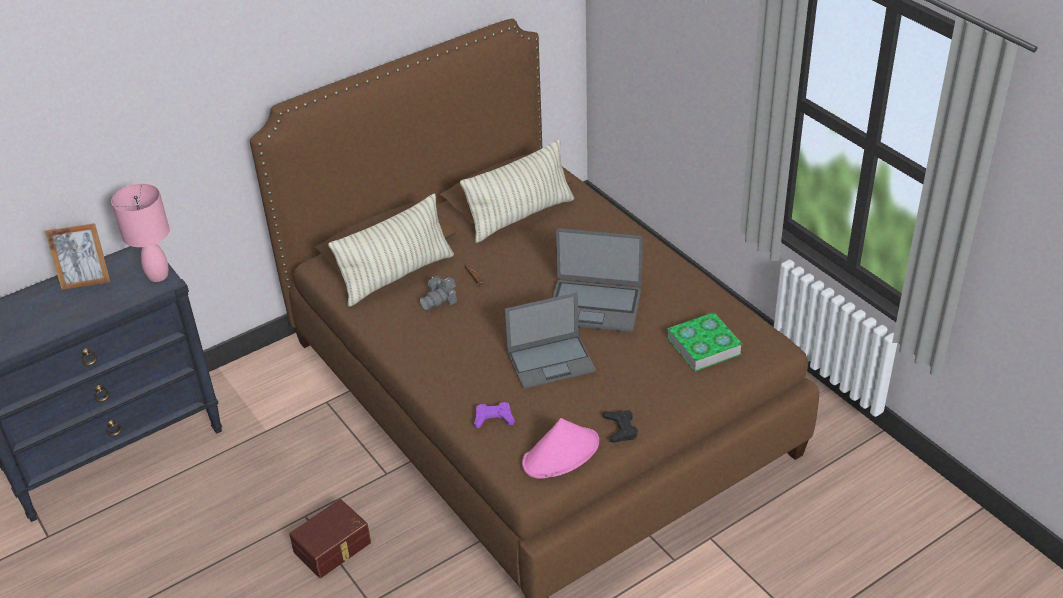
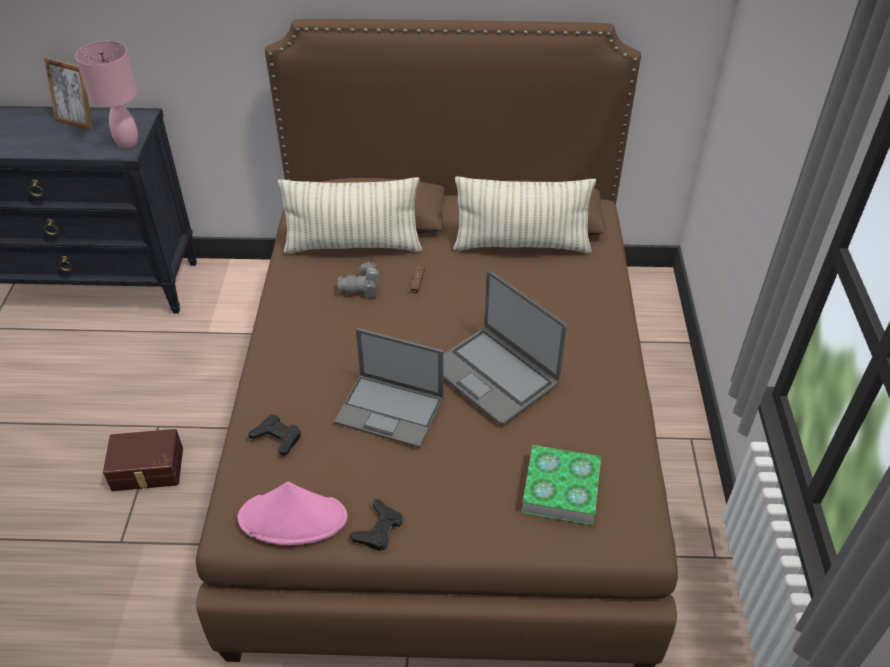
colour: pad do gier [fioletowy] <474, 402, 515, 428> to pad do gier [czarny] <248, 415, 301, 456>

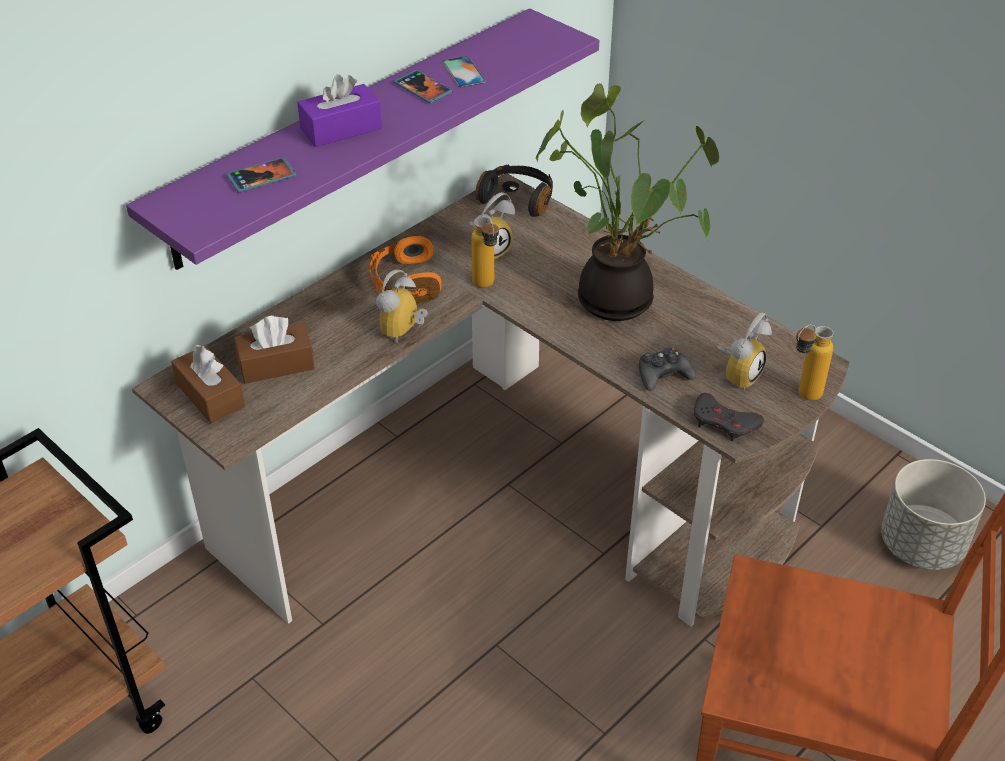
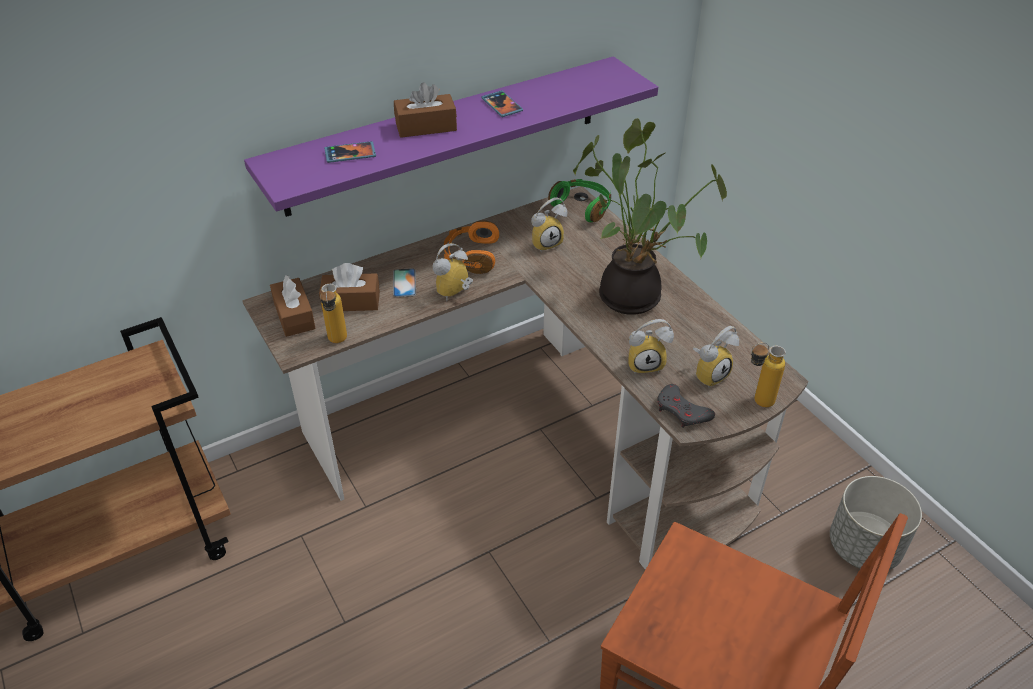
relocated: telefon <442, 56, 486, 87> to <393, 268, 416, 297>; butelka <471, 217, 499, 288> to <320, 284, 347, 343>
exchanged: pad do gier [czarny] <639, 348, 696, 391> to budzik <628, 319, 674, 374>
colour: pudełko chusteczek [fioletowy] <297, 74, 382, 147> to pudełko chusteczek [brązowy] <394, 82, 457, 138>; słuchawki [czarny] <476, 164, 553, 217> to słuchawki [zielony] <548, 179, 611, 222>

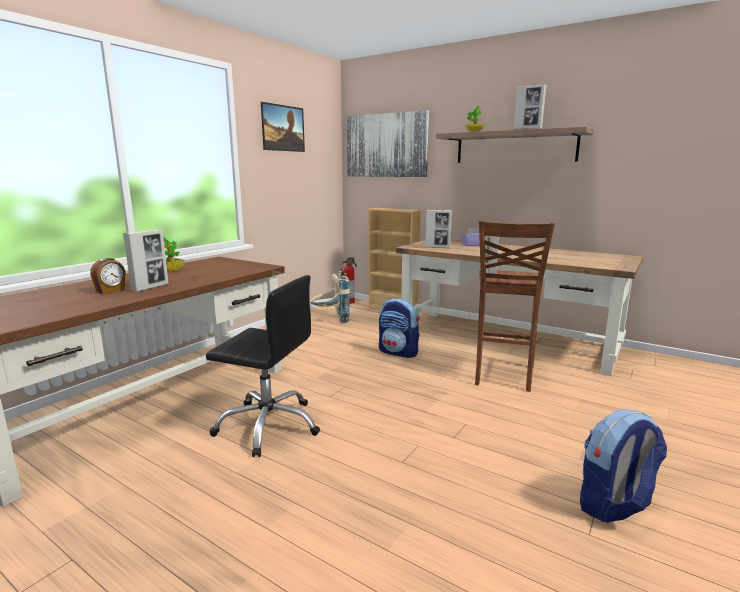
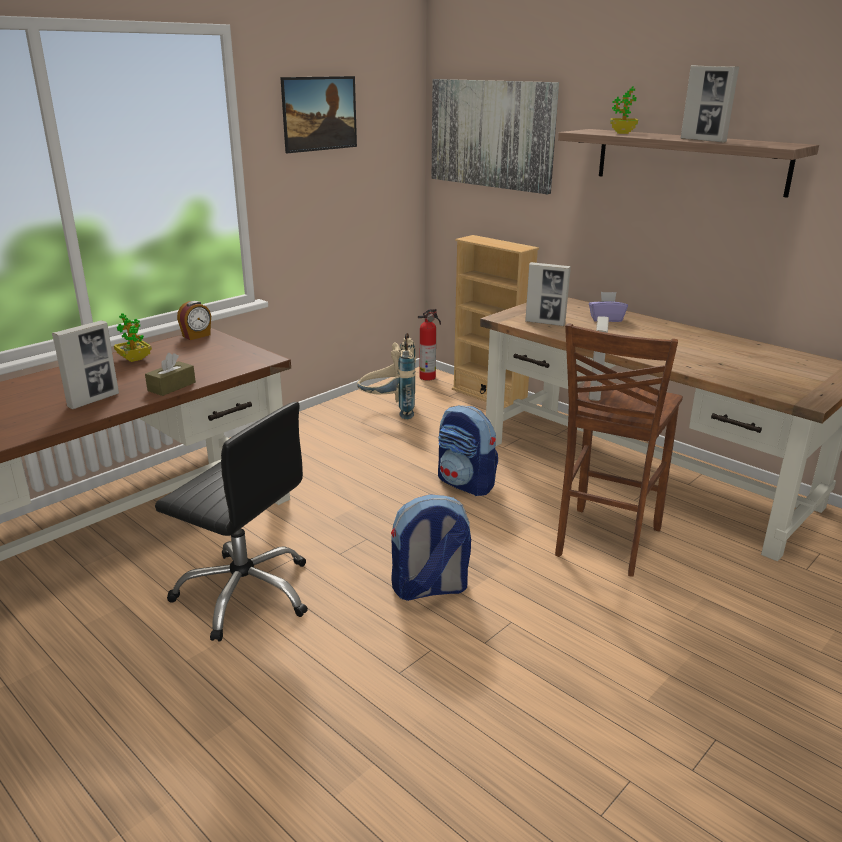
appeared: pudełko chusteczek [brązowy] <145, 353, 196, 396>
relocated: budzik <90, 258, 126, 294> to <177, 301, 211, 340>; plecak <580, 410, 667, 523> to <391, 494, 471, 601>

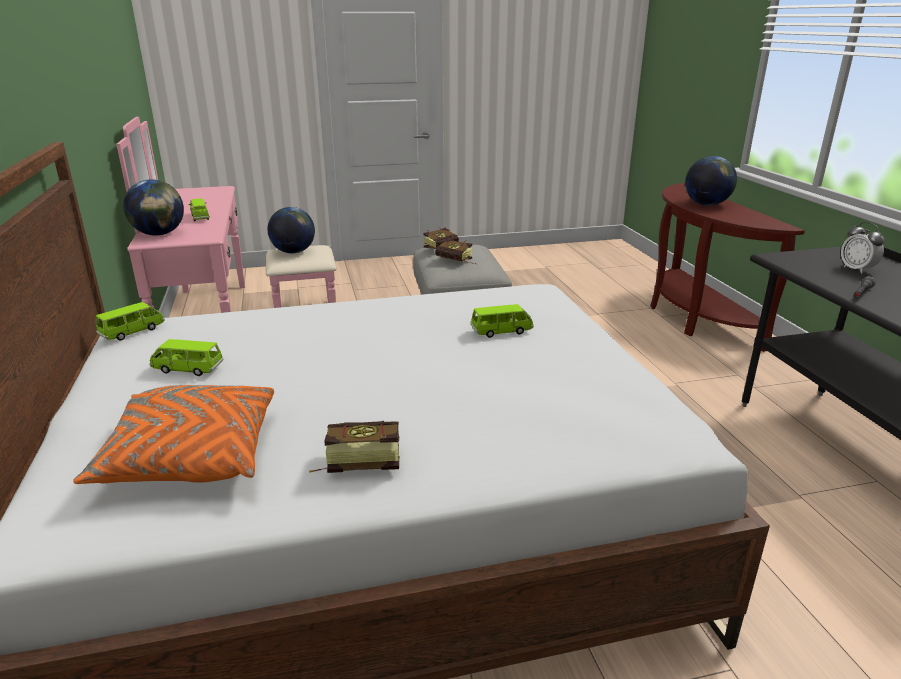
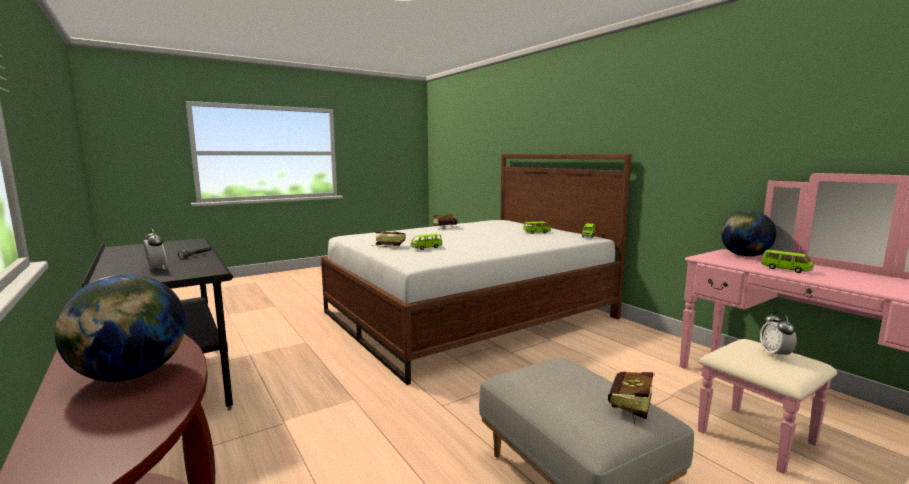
missing: poduszka [pomarańczowy] <73, 385, 274, 484>
relocated: książka <435, 238, 477, 264> to <371, 230, 405, 247>
exchanged: globus <268, 207, 315, 253> to budzik <760, 311, 797, 359>

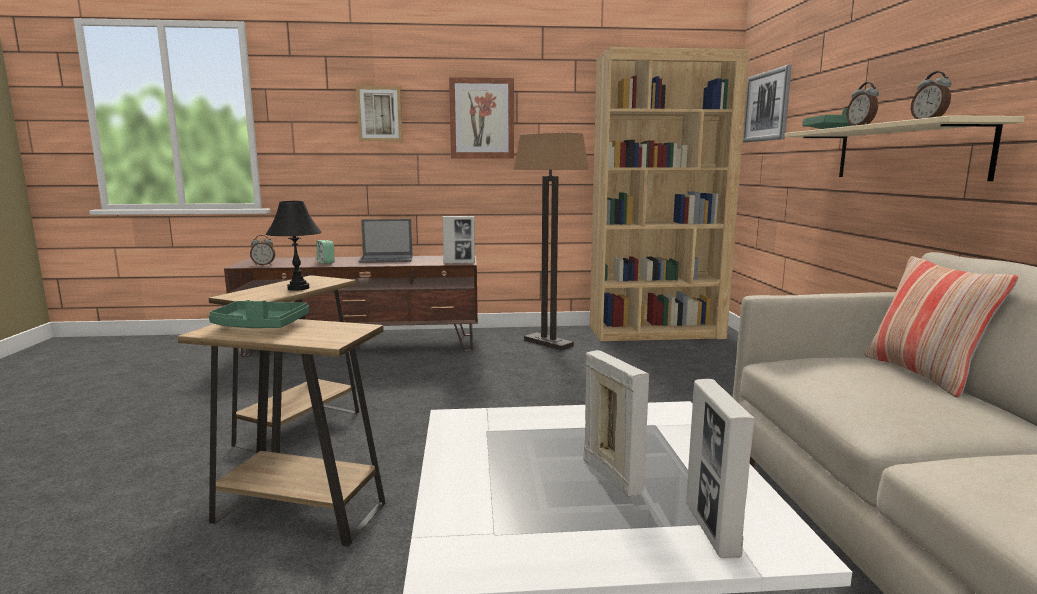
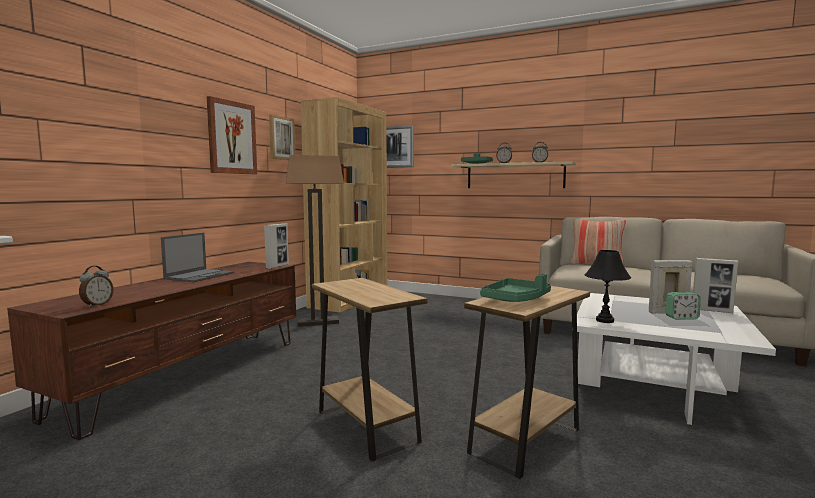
relocated: lampa stołowa [czarny] <266, 201, 322, 291> to <585, 250, 631, 323>; budzik <317, 240, 334, 264> to <666, 292, 701, 320>; obraz <356, 86, 403, 141> to <269, 115, 295, 160>

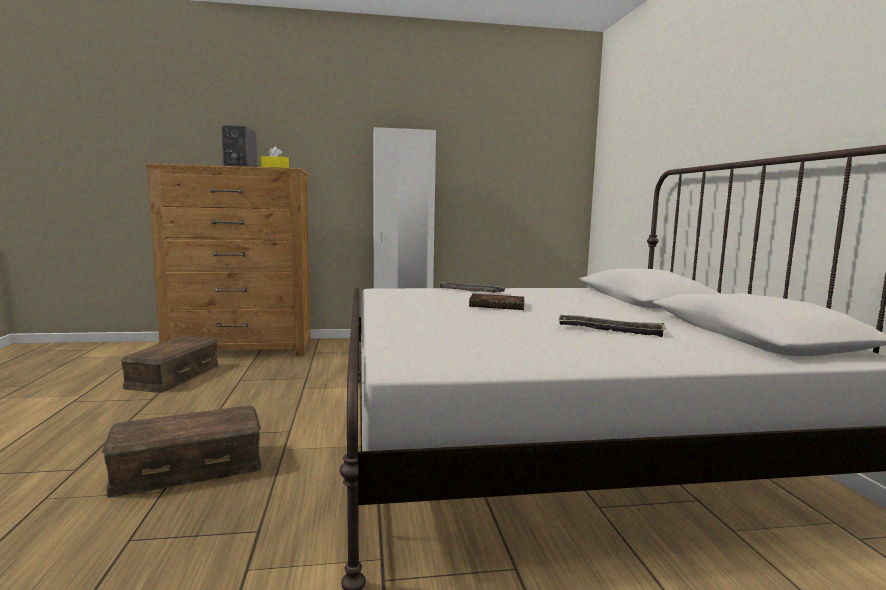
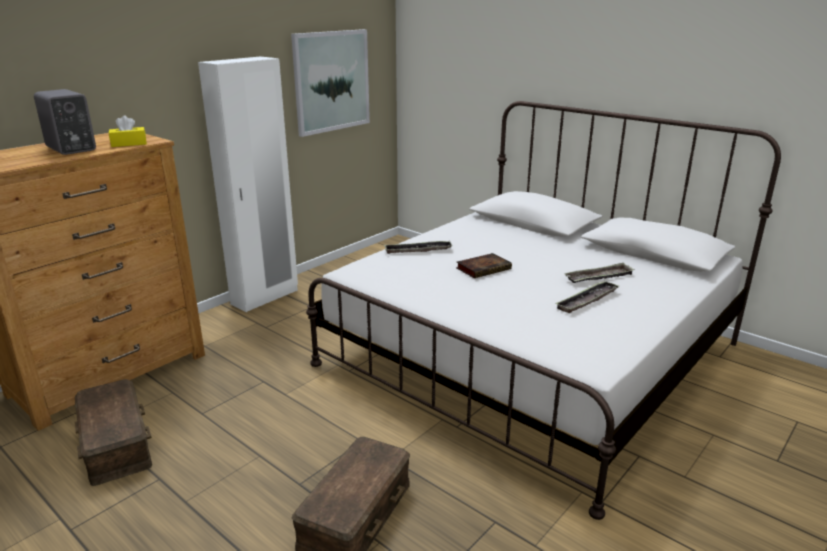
appeared: obraz <291, 29, 370, 137>; taca <555, 280, 619, 313>

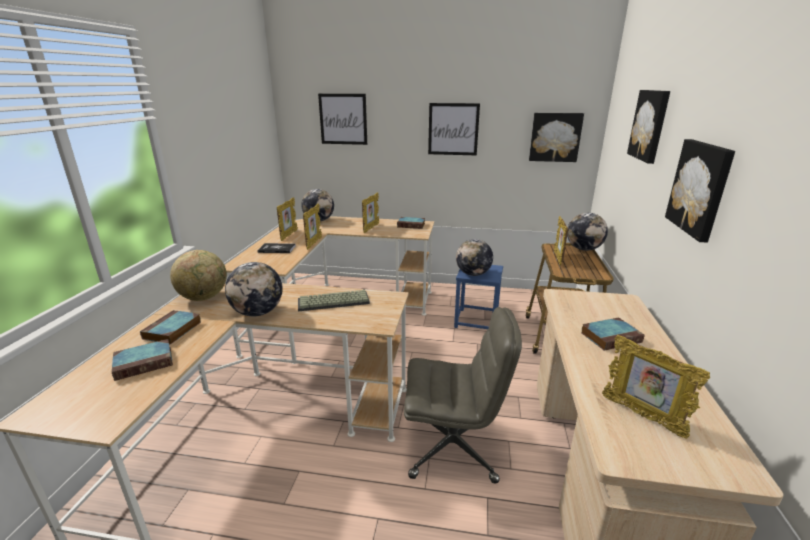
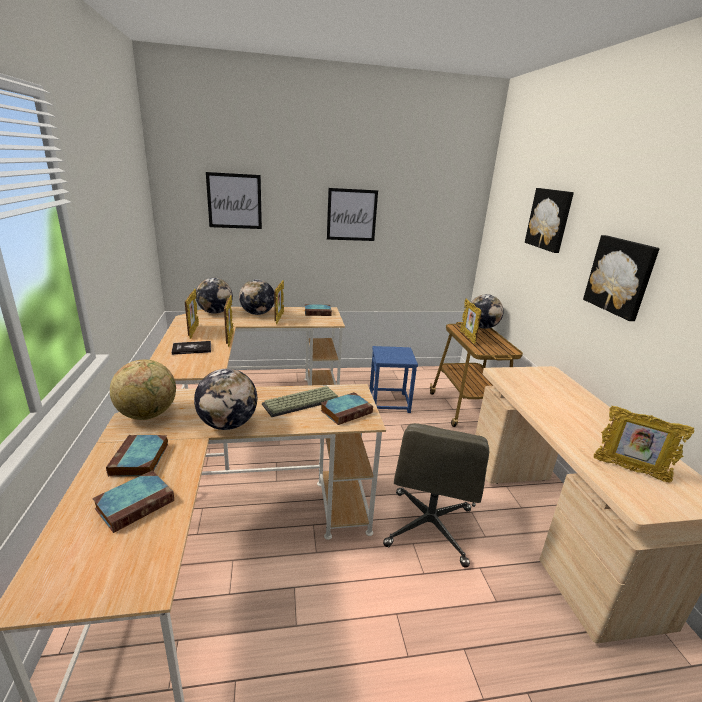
missing: obraz <529, 113, 584, 162>
relocated: globus <456, 239, 493, 276> to <239, 279, 274, 315>; książka <581, 317, 645, 351> to <320, 392, 373, 425>
spun: krzesło biurowe [szary] <404, 307, 522, 484> = <383, 423, 489, 568> 120 degrees clockwise

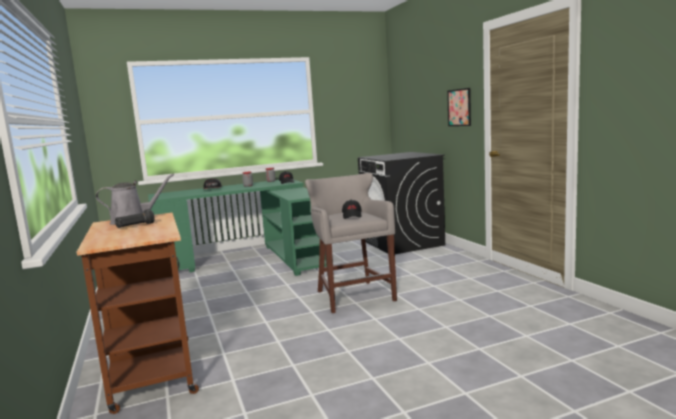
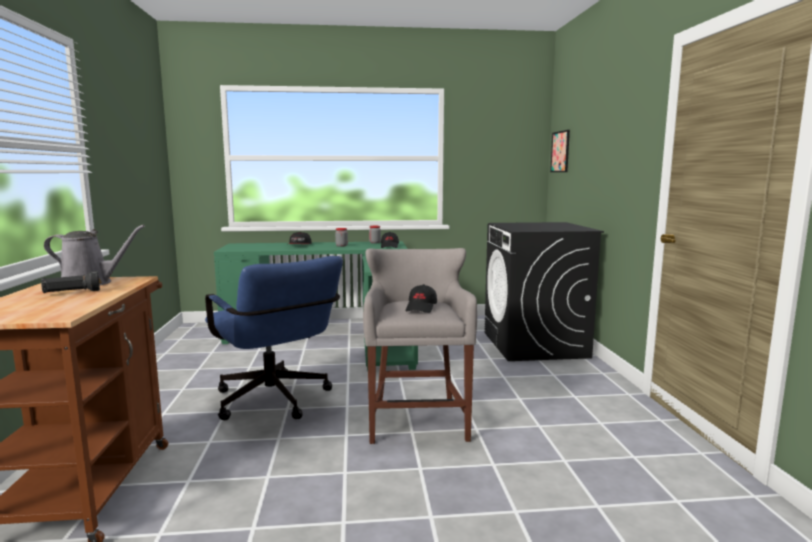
appeared: krzesło biurowe [niebieski] <205, 256, 343, 420>
relocated: obraz <447, 88, 471, 126> to <550, 130, 570, 172>

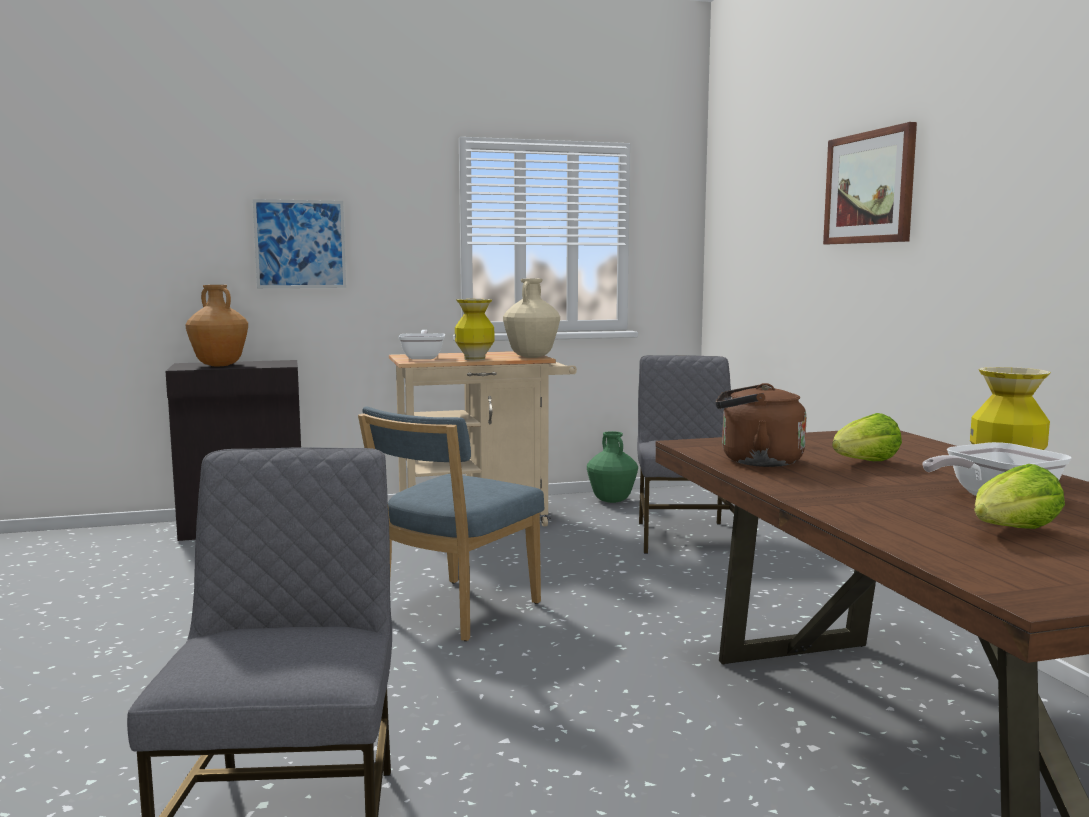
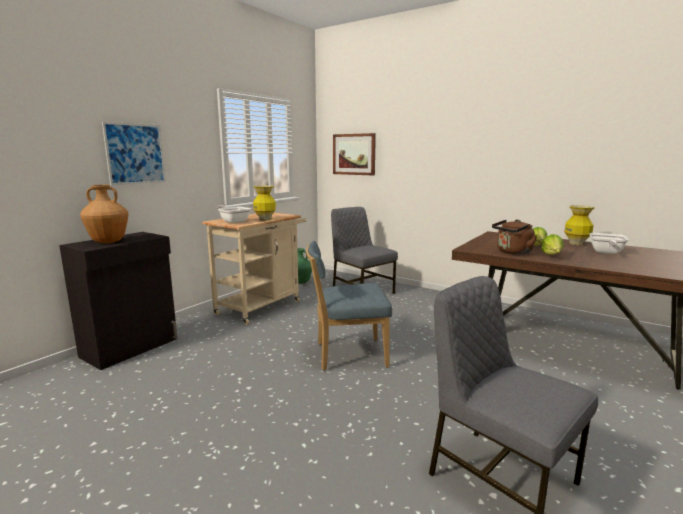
missing: wazon [beżowy] <503, 279, 560, 358>
relocated: obraz <823, 122, 917, 244> to <333, 133, 376, 176>; sałata <974, 464, 1065, 529> to <541, 234, 564, 255>
spun: krzesło [niebieski] <358, 406, 544, 641> = <306, 241, 392, 370> 90 degrees clockwise

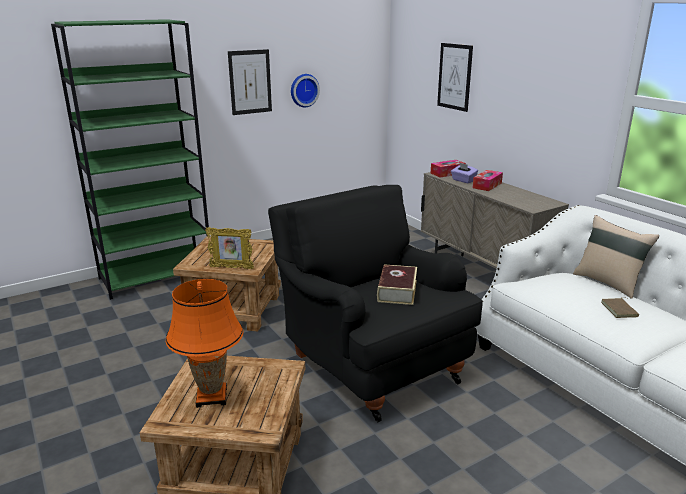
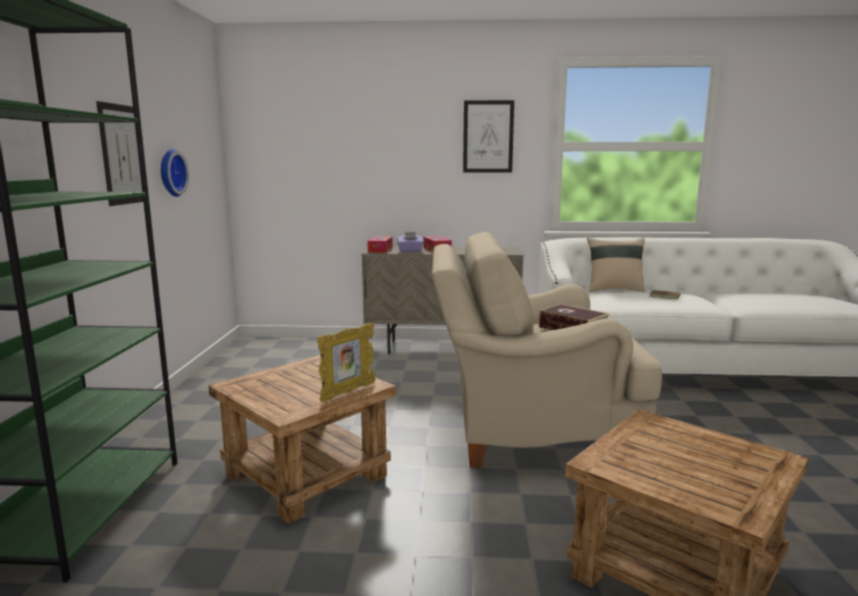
missing: lampa stołowa [pomarańczowy] <166, 279, 244, 408>
relocated: obraz <437, 43, 473, 112> to <463, 100, 514, 173>
colour: fotel [czarny] <268, 185, 483, 422> to fotel [beżowy] <432, 232, 662, 468>

